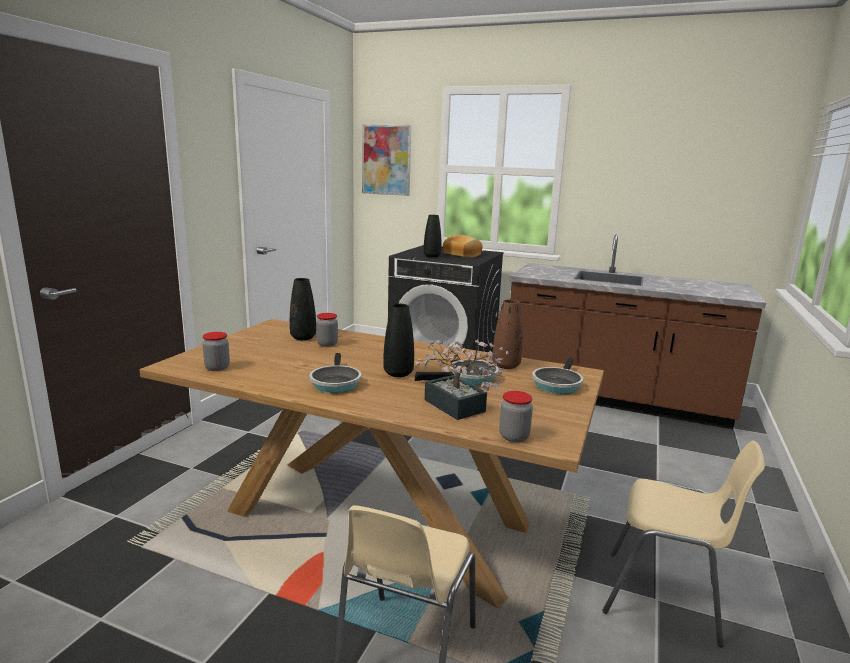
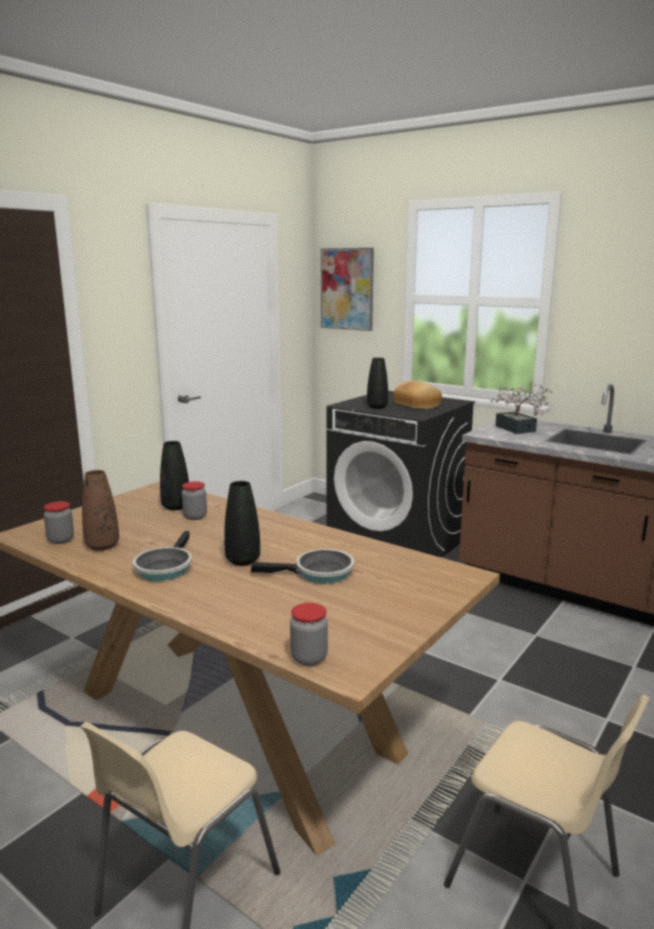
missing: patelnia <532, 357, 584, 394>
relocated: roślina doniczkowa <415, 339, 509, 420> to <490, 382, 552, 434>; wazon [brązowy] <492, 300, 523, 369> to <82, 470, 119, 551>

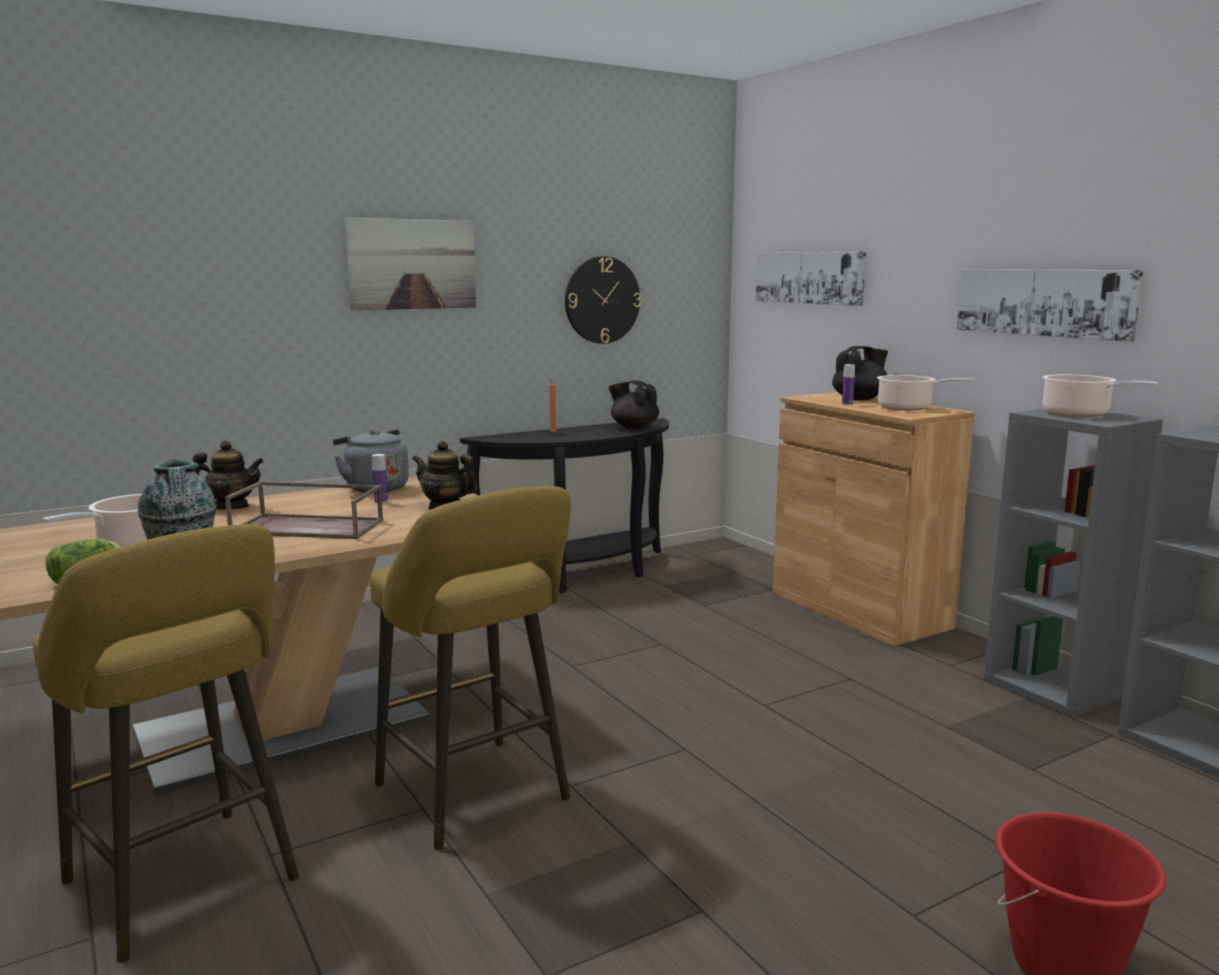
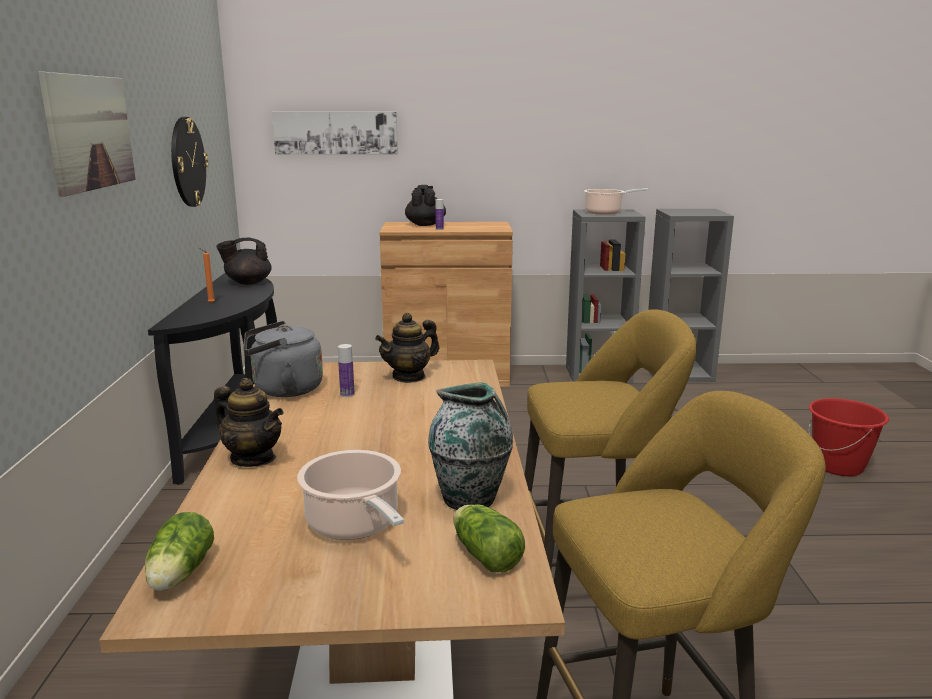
missing: taca [brązowy] <225, 481, 384, 539>; garnek <877, 375, 973, 411>; obraz <957, 269, 1143, 342>
appeared: sałata <145, 512, 214, 591>
spun: imbryk <193, 440, 264, 510> = <214, 378, 283, 467> 90 degrees clockwise

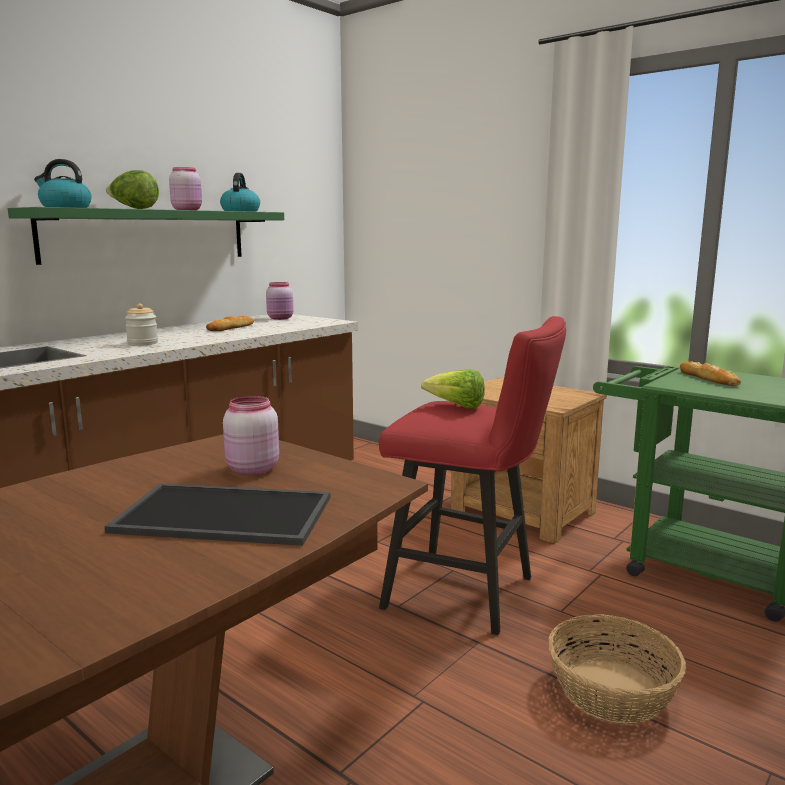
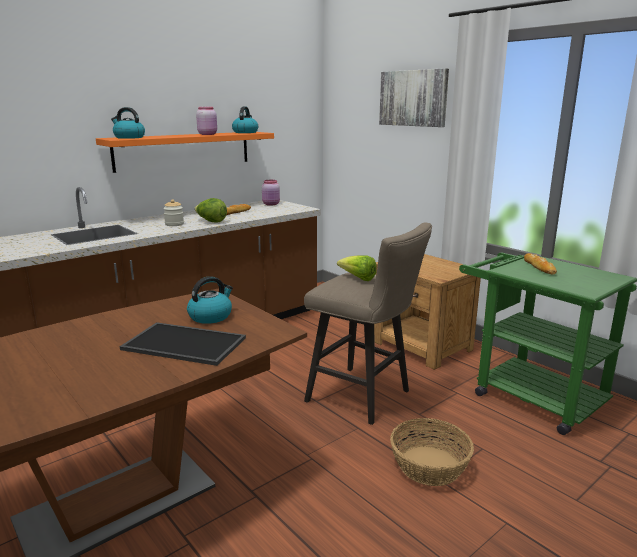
appeared: obraz <379, 68, 449, 127>
relocated: sałata <106, 170, 159, 209> to <194, 198, 227, 222>
exchanged: słoik [różowy] <223, 396, 279, 475> to czajnik <187, 276, 233, 324>
colour: półka [zielony] <8, 207, 284, 265> to półka [pomarańczowy] <96, 132, 274, 173>; stołek [czerwony] <379, 316, 566, 635> to stołek [beżowy] <304, 222, 432, 425>

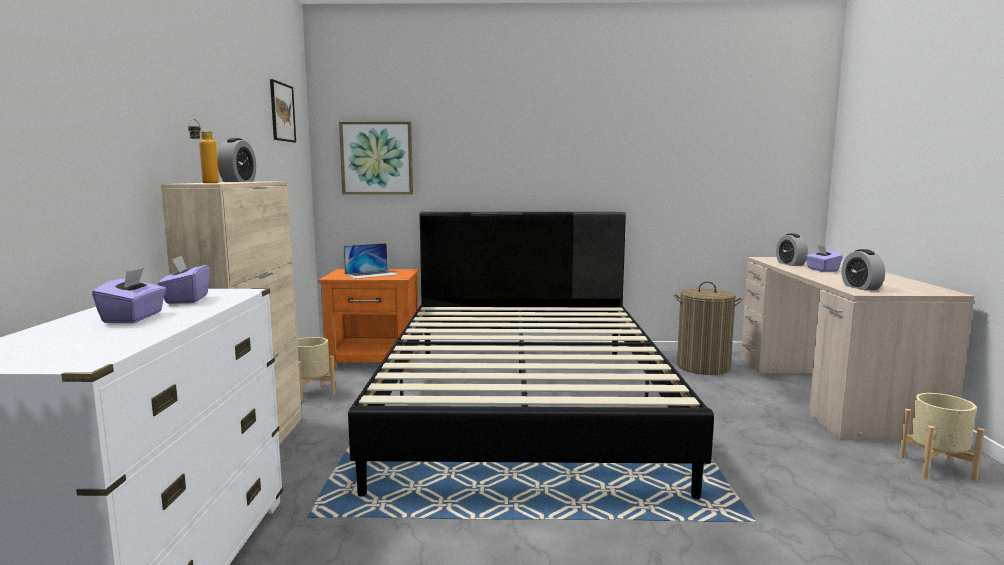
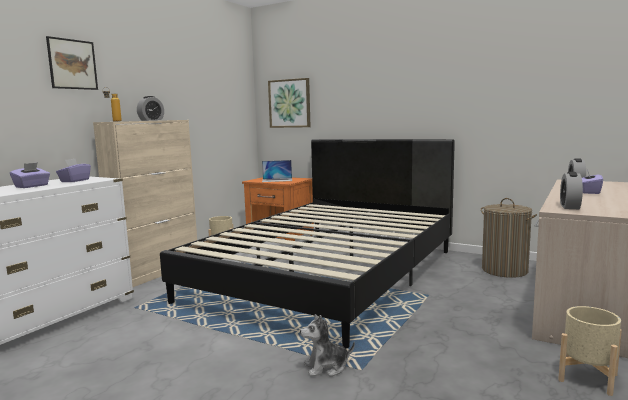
appeared: pluszak <300, 314, 355, 377>
relocated: obraz <270, 79, 296, 142> to <46, 36, 98, 90>

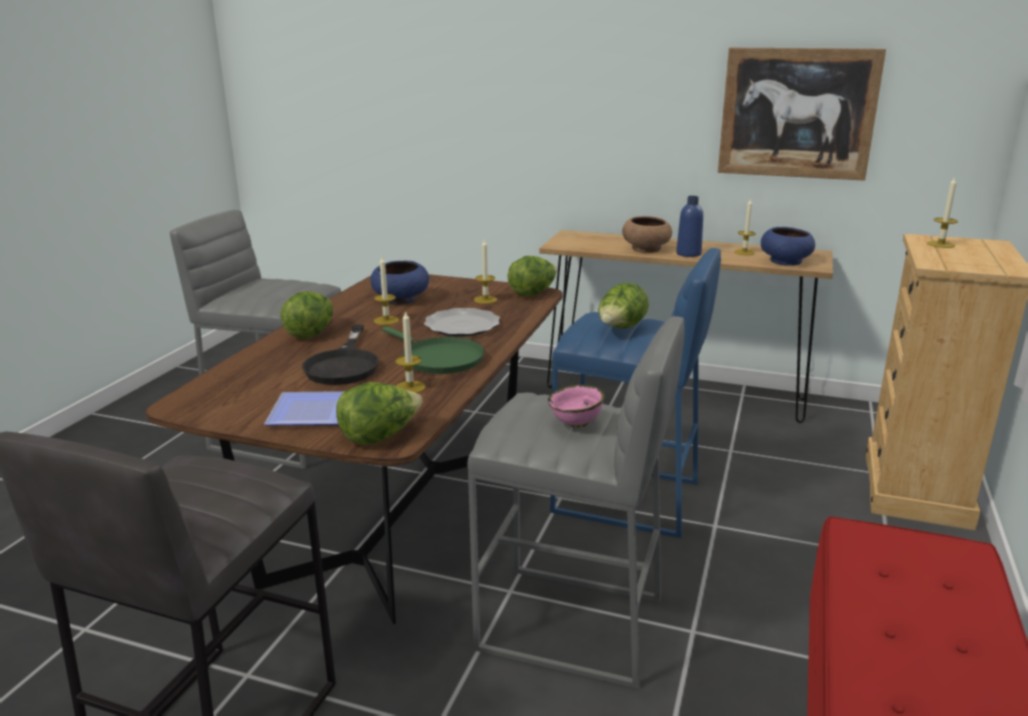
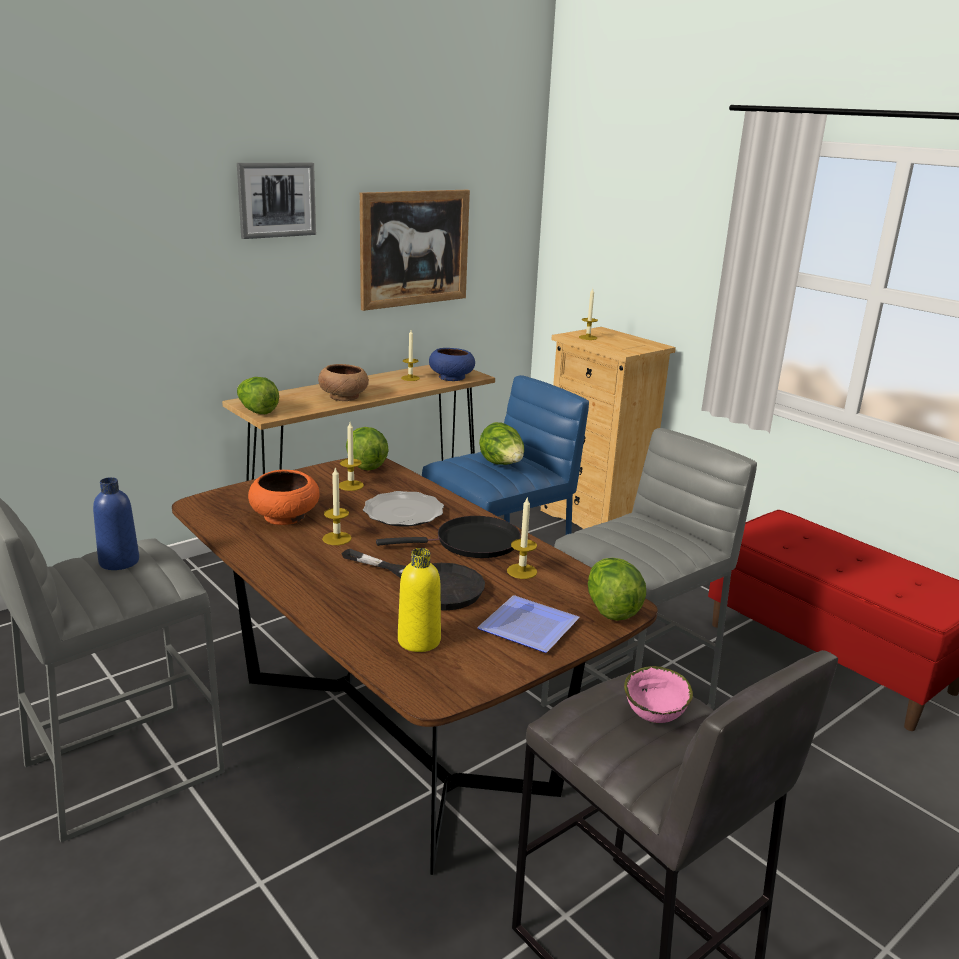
appeared: obraz <237, 163, 316, 239>; butelka [żółty] <398, 548, 441, 652>
relocated: sałata <280, 292, 333, 339> to <237, 377, 279, 414>; miska [różowy] <548, 385, 604, 428> to <624, 666, 693, 723>; butelka [niebieski] <676, 196, 703, 257> to <93, 477, 139, 570>
colour: miska [niebieski] <370, 261, 429, 304> to miska [pomarańczowy] <248, 470, 320, 525>; patelnia [zielony] <382, 327, 485, 374> to patelnia [czarny] <376, 516, 521, 558>

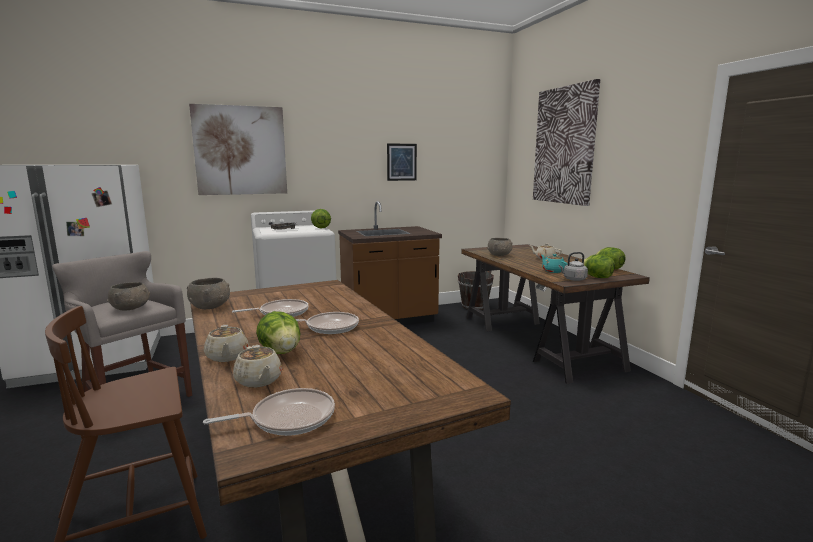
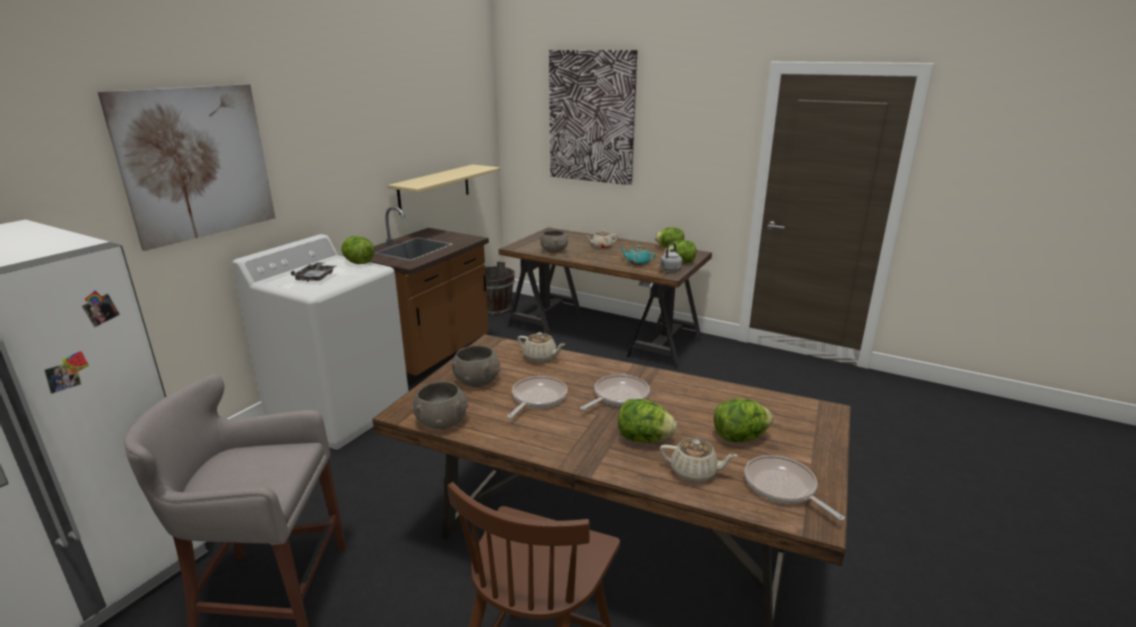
missing: obraz <387, 143, 417, 181>
appeared: półka [beżowy] <387, 164, 501, 215>; sałata <714, 398, 773, 442>
relocated: miska [szary] <107, 282, 150, 310> to <452, 345, 500, 387>; imbryk [beżowy] <204, 325, 249, 362> to <518, 332, 566, 362>
spun: patelnia <203, 388, 335, 436> = <744, 455, 845, 521> 60 degrees counterclockwise

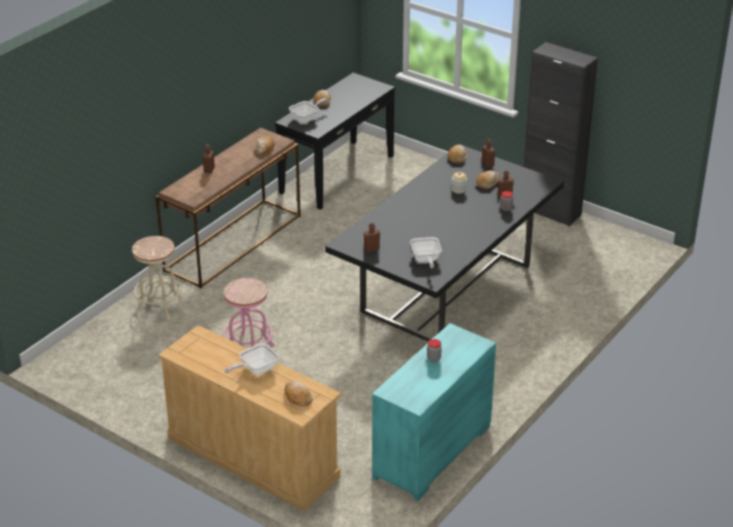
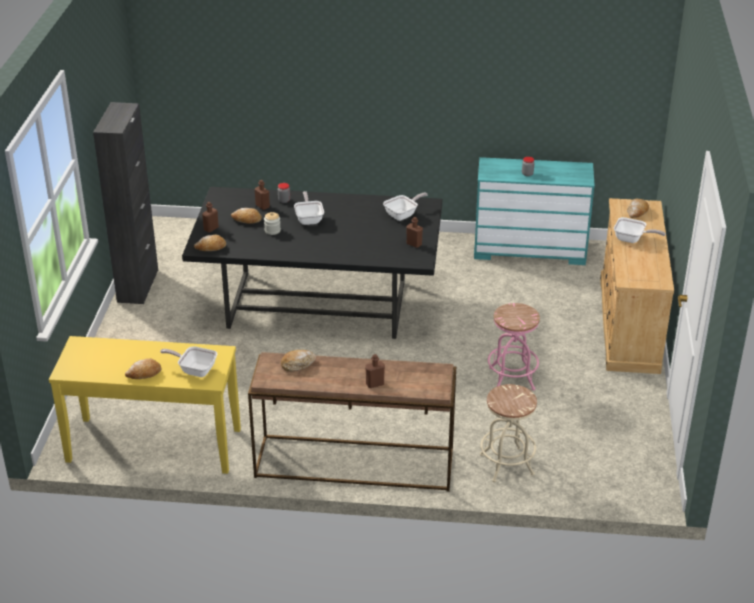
appeared: patelnia <294, 191, 324, 225>
colour: stolik konsolowy [czarny] <275, 73, 395, 210> to stolik konsolowy [żółty] <49, 336, 241, 474>

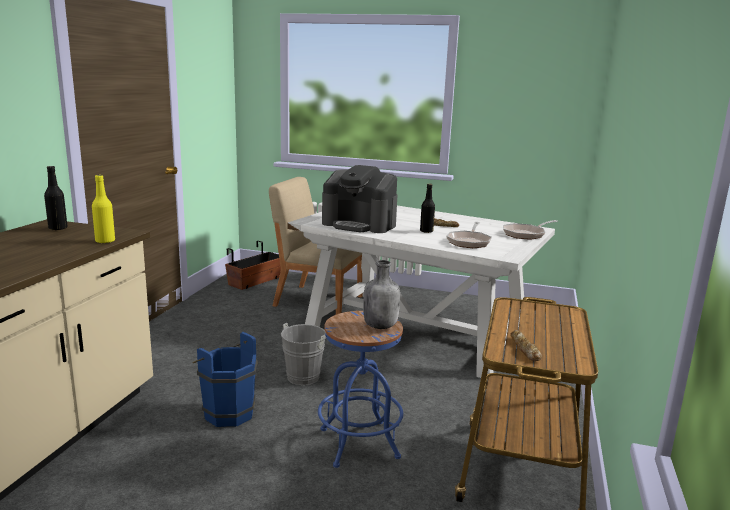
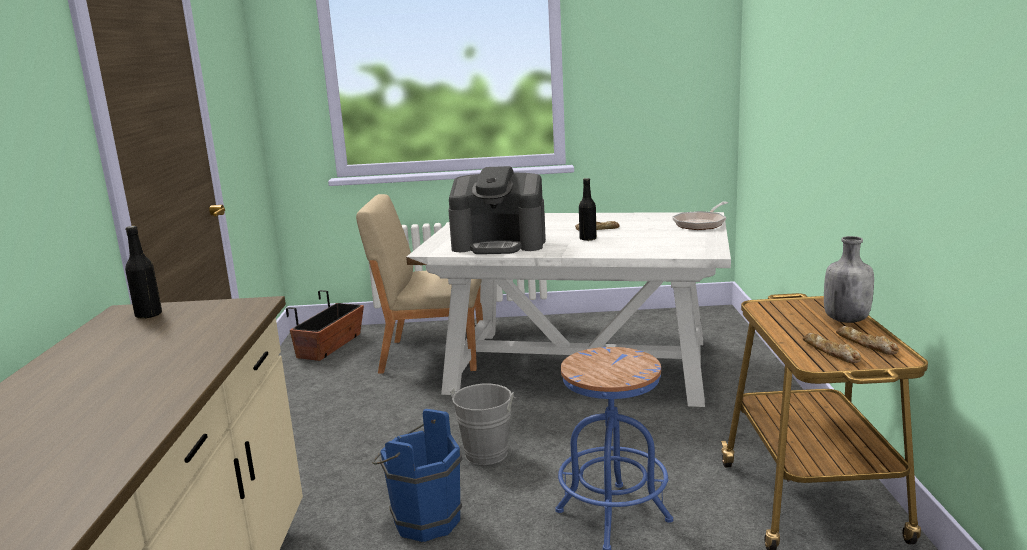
missing: butelka [żółty] <92, 175, 115, 243>; patelnia <446, 222, 492, 248>
appeared: chleb <836, 326, 899, 355>
relocated: butelka [szary] <363, 260, 400, 329> to <824, 236, 874, 323>

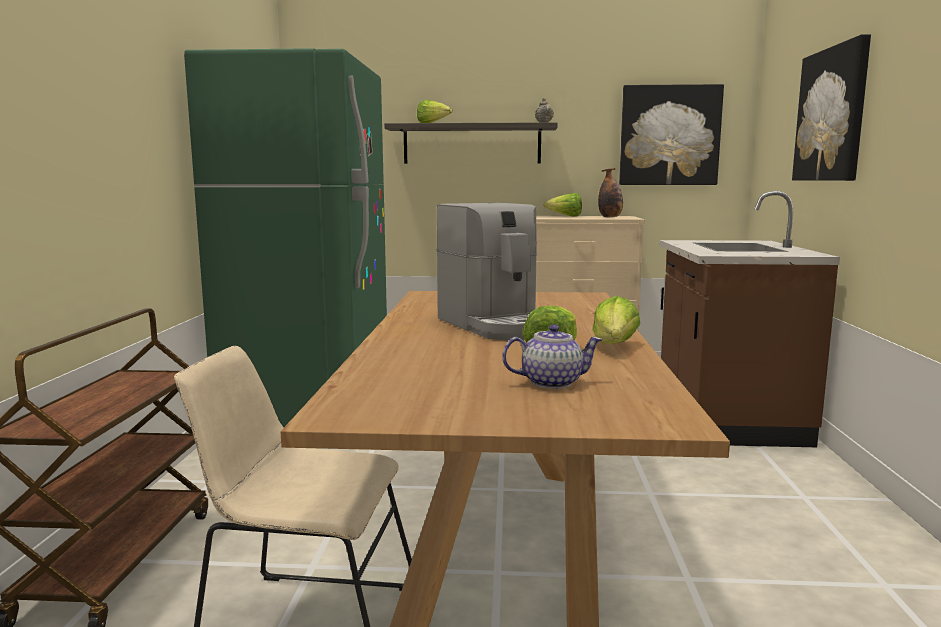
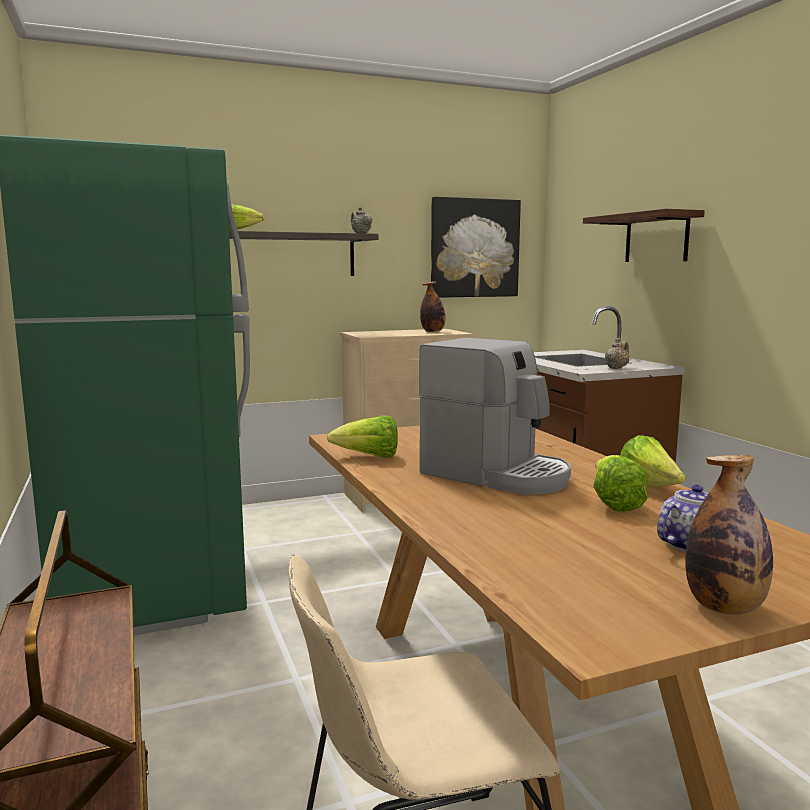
appeared: imbryk [beżowy] <605, 338, 629, 369>; butelka <685, 455, 773, 615>
relocated: sałata <544, 193, 582, 217> to <327, 415, 398, 458>
exchanged: obraz <792, 34, 871, 181> to półka <583, 209, 705, 262>

